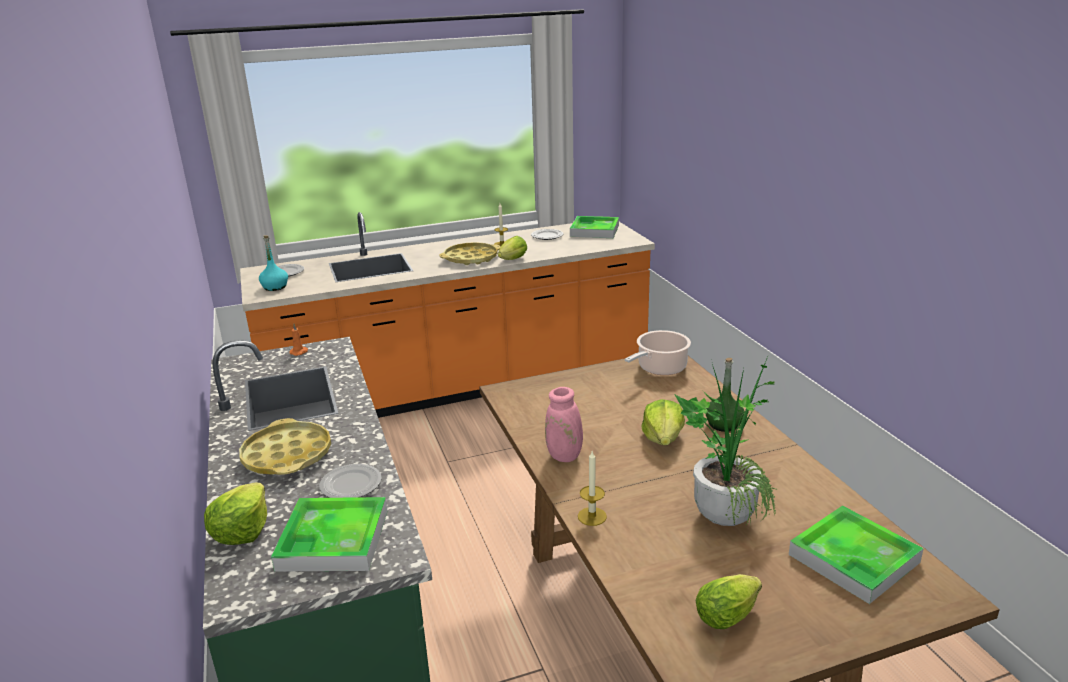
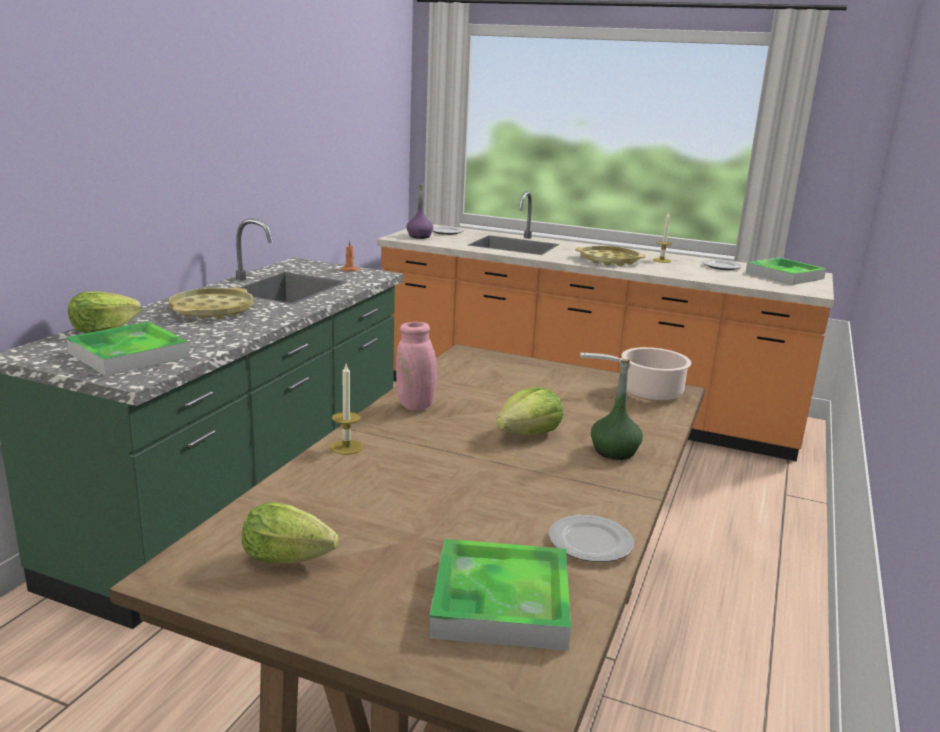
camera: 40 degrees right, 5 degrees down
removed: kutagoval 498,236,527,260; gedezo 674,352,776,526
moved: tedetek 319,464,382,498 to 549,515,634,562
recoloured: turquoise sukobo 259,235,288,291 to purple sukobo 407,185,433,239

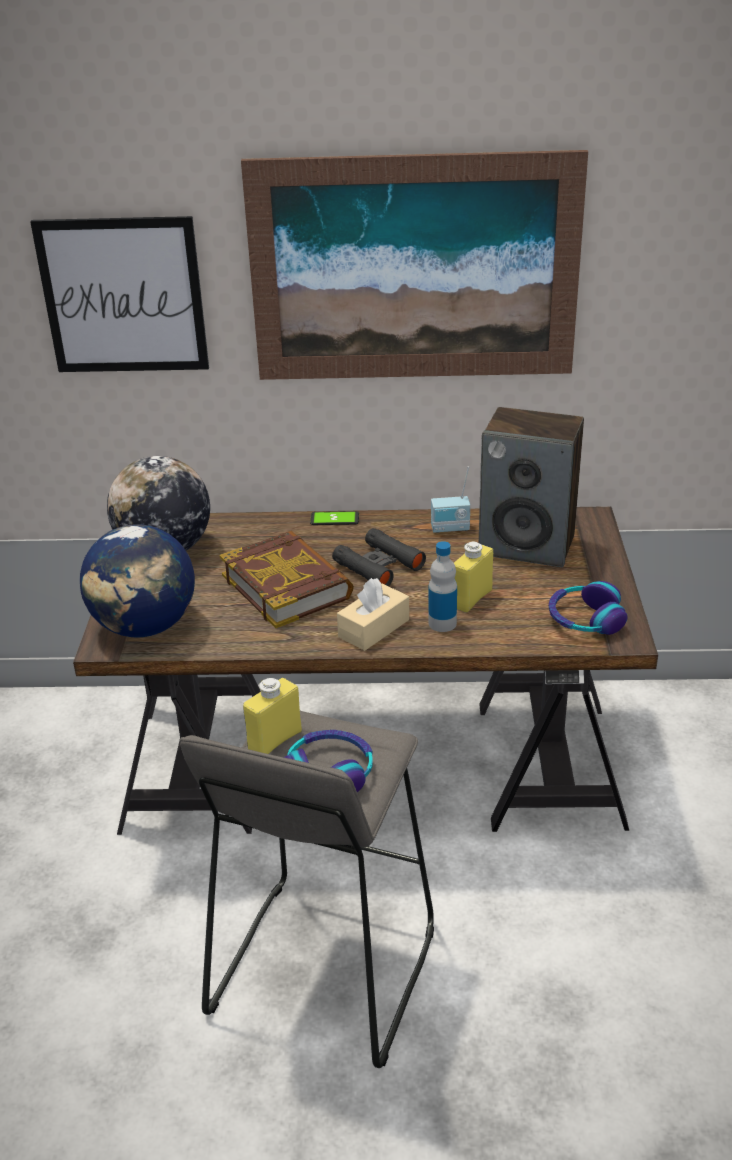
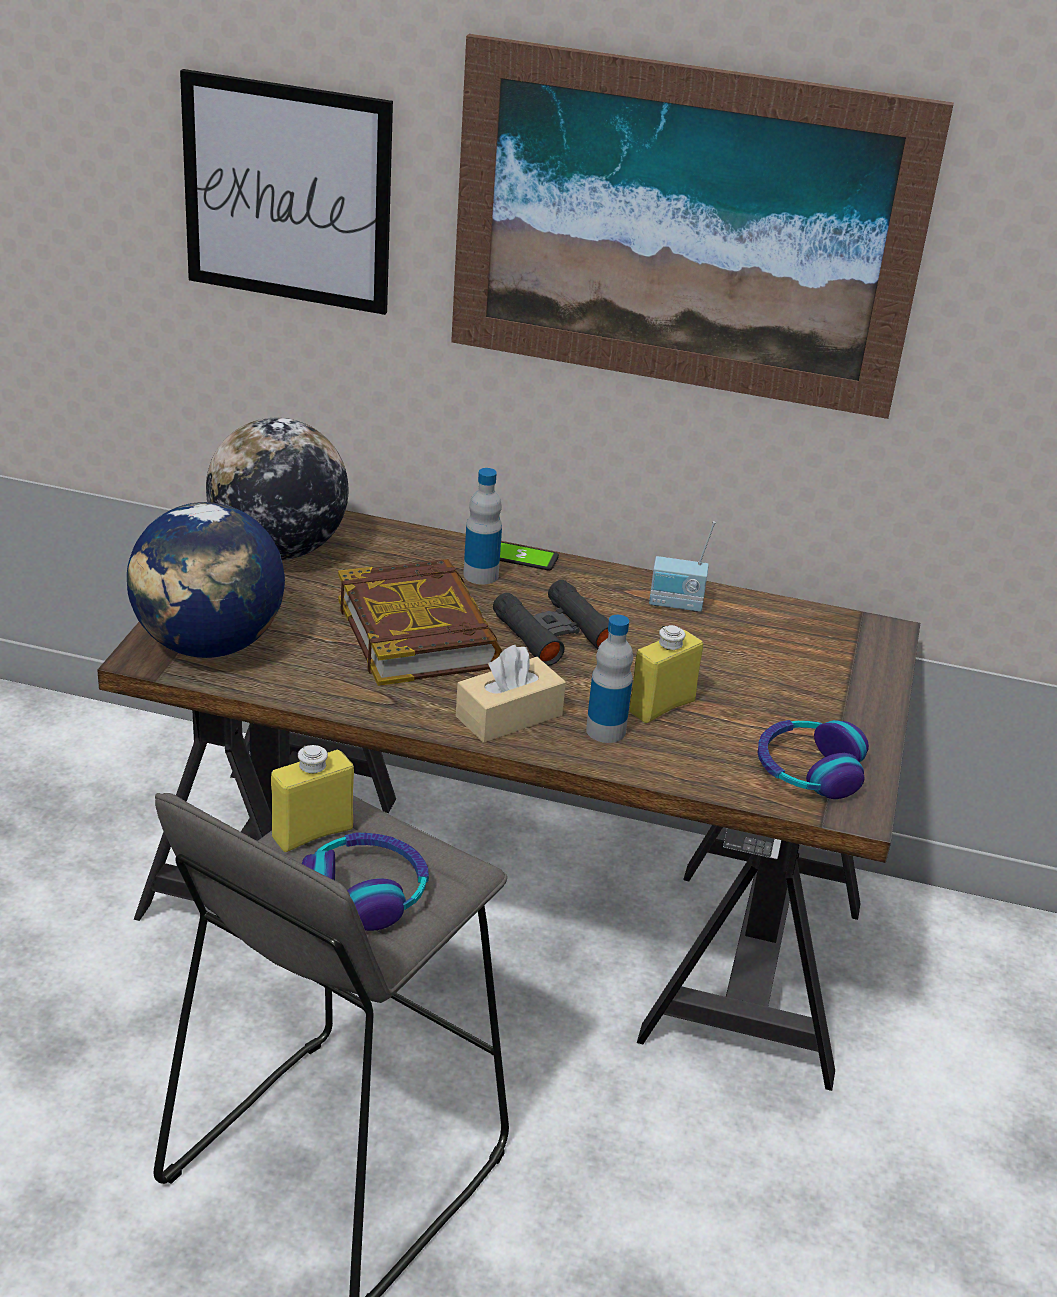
camera: 10 degrees right, 0 degrees up
removed: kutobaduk 479,407,584,567
added: sukobo 463,468,502,584

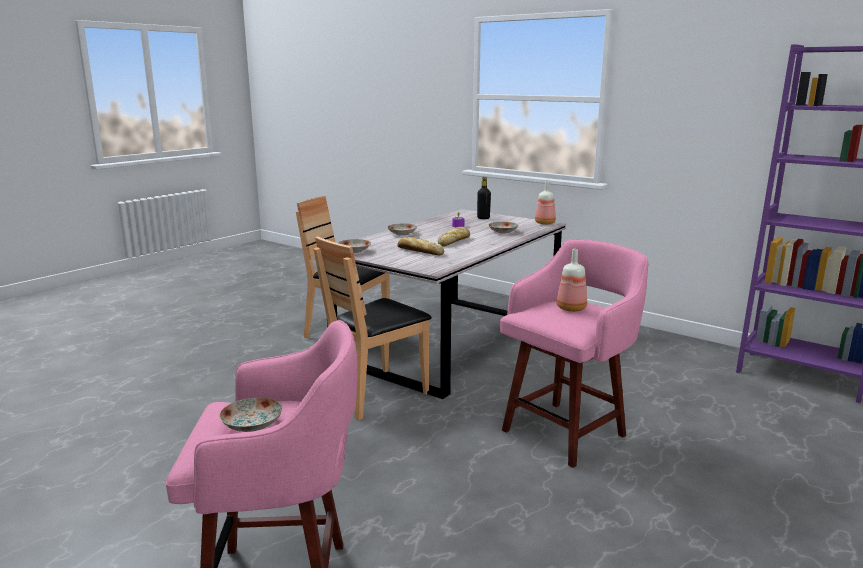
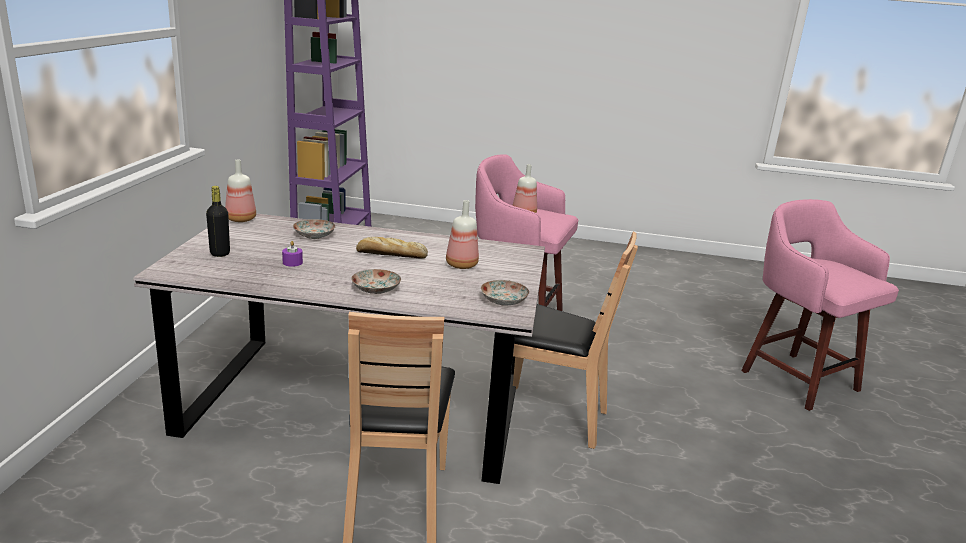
camera: 120 degrees left, 5 degrees up
removed: tedetek 219,398,283,432
replaced: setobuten 397,237,444,255 to sukobo 446,200,479,269

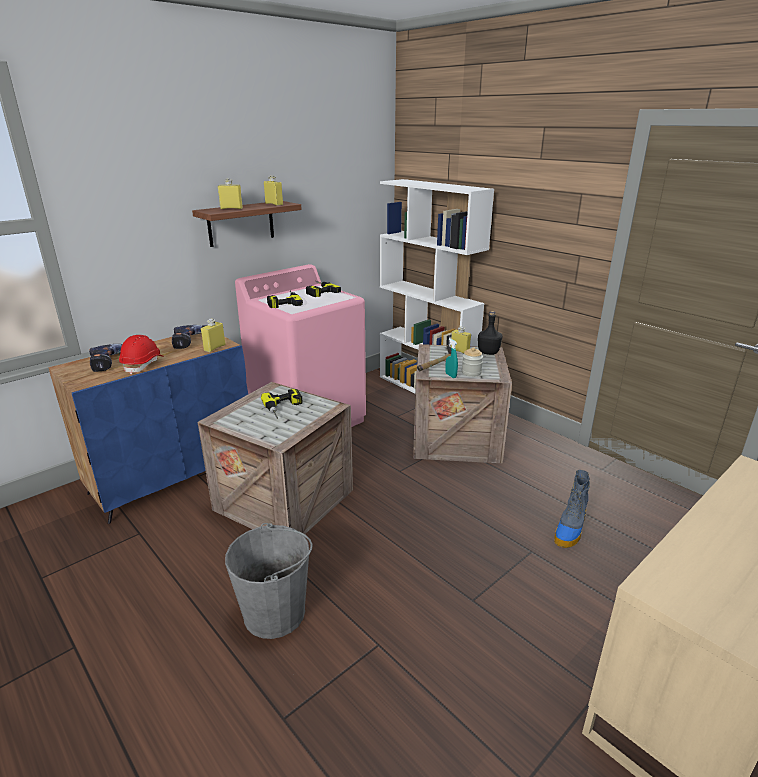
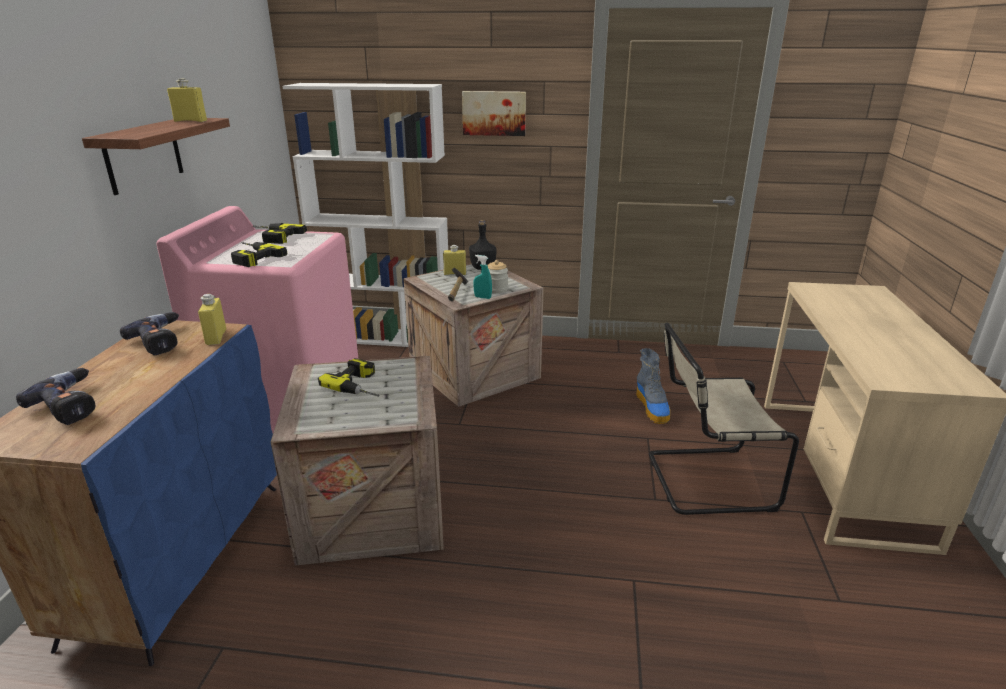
camera: 40 degrees left, 0 degrees up
removed: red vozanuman 119,335,163,374; yellow sukobo 218,178,243,209; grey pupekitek 225,523,312,639
added: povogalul 462,91,526,136; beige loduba 649,322,799,515

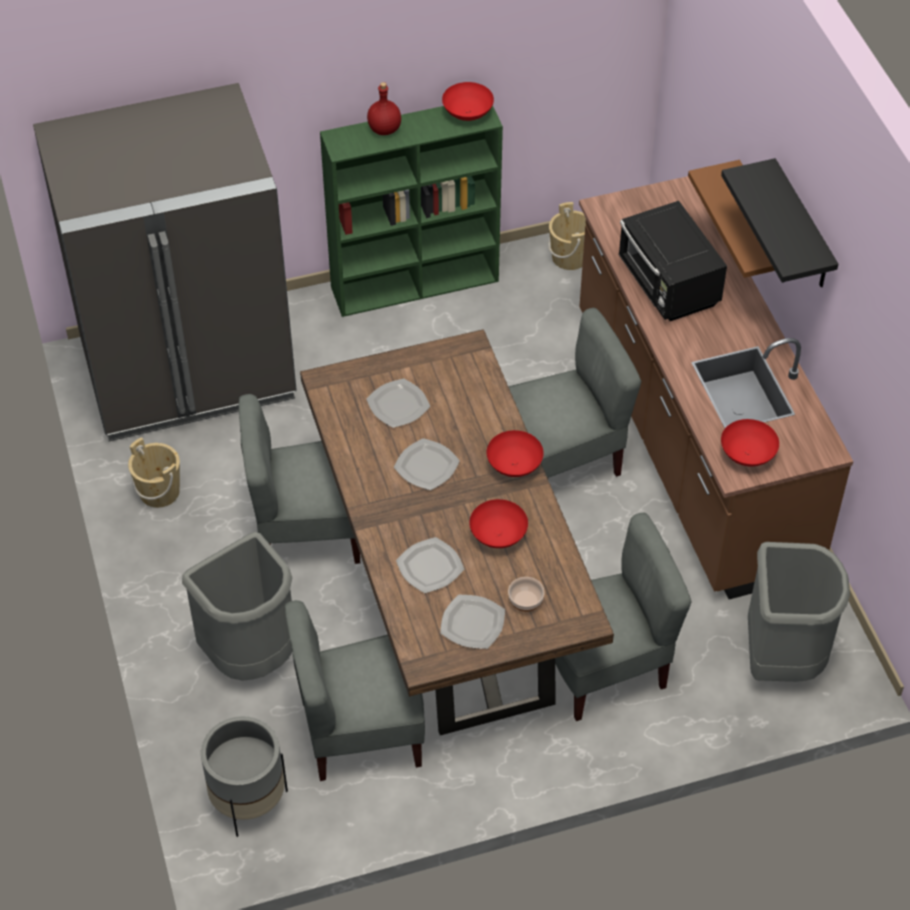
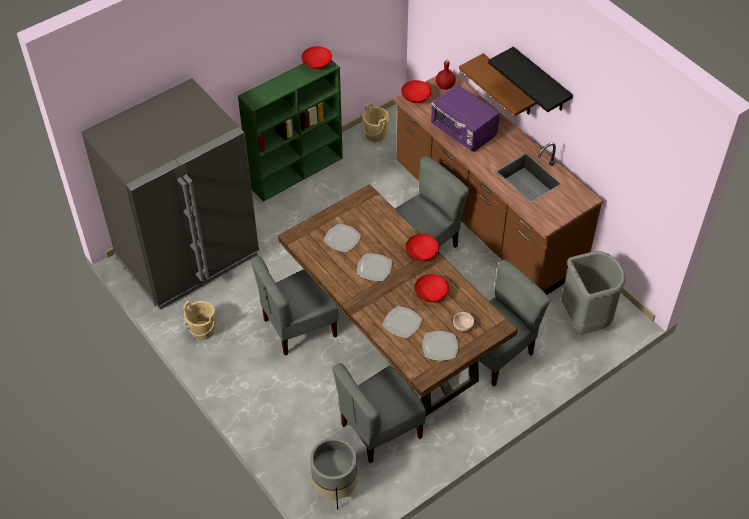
camera: 20 degrees left, 0 degrees up
removed: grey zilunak 182,532,292,681
moved: red sukobo 367,82,401,135 to 436,60,456,90; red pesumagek 721,419,779,467 to 401,80,432,103
recoloured: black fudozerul 618,201,727,321 to purple fudozerul 431,84,500,152

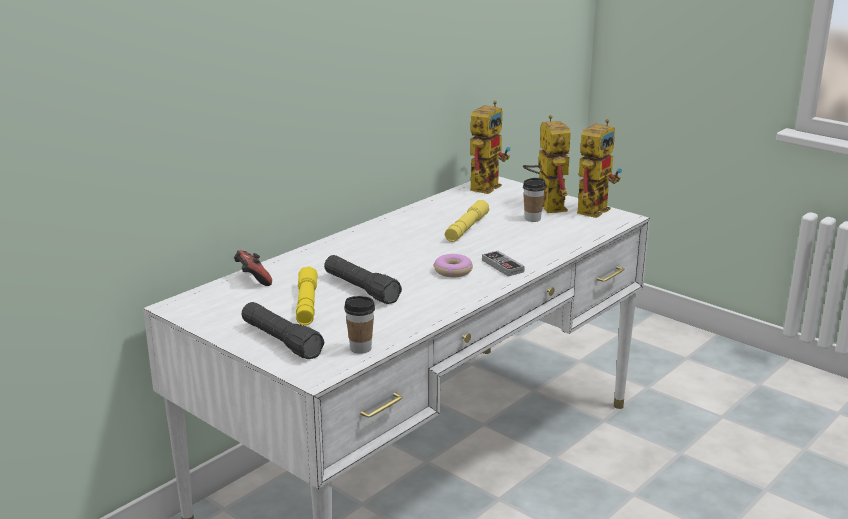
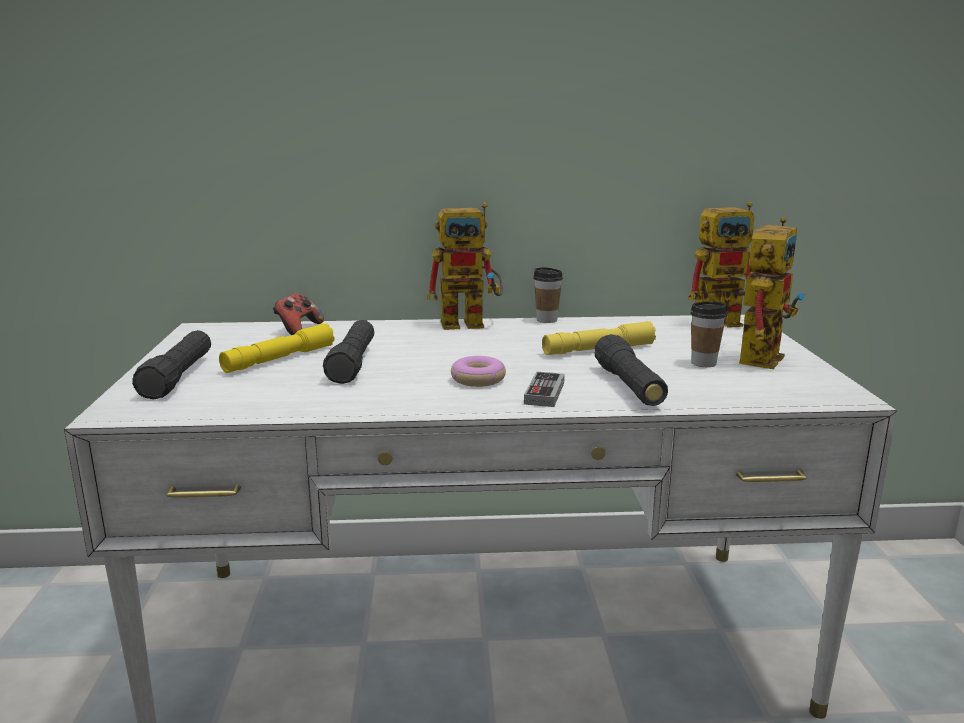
camera: 45 degrees right, 5 degrees down
added: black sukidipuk 594,334,668,406
moved: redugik 344,296,375,354 to 533,267,563,323; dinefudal 577,119,622,218 to 426,203,503,330

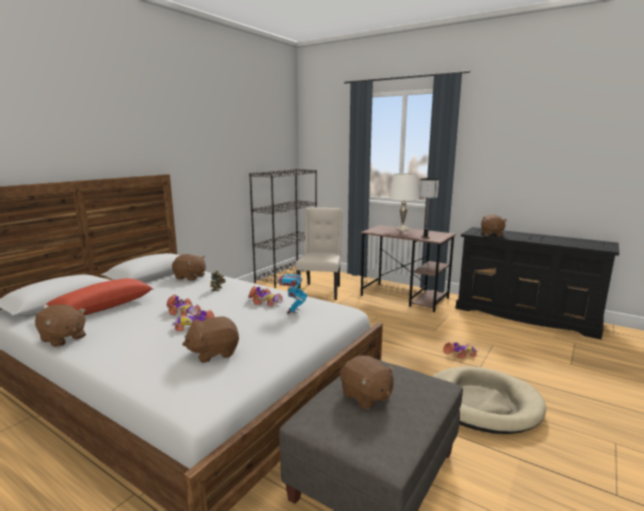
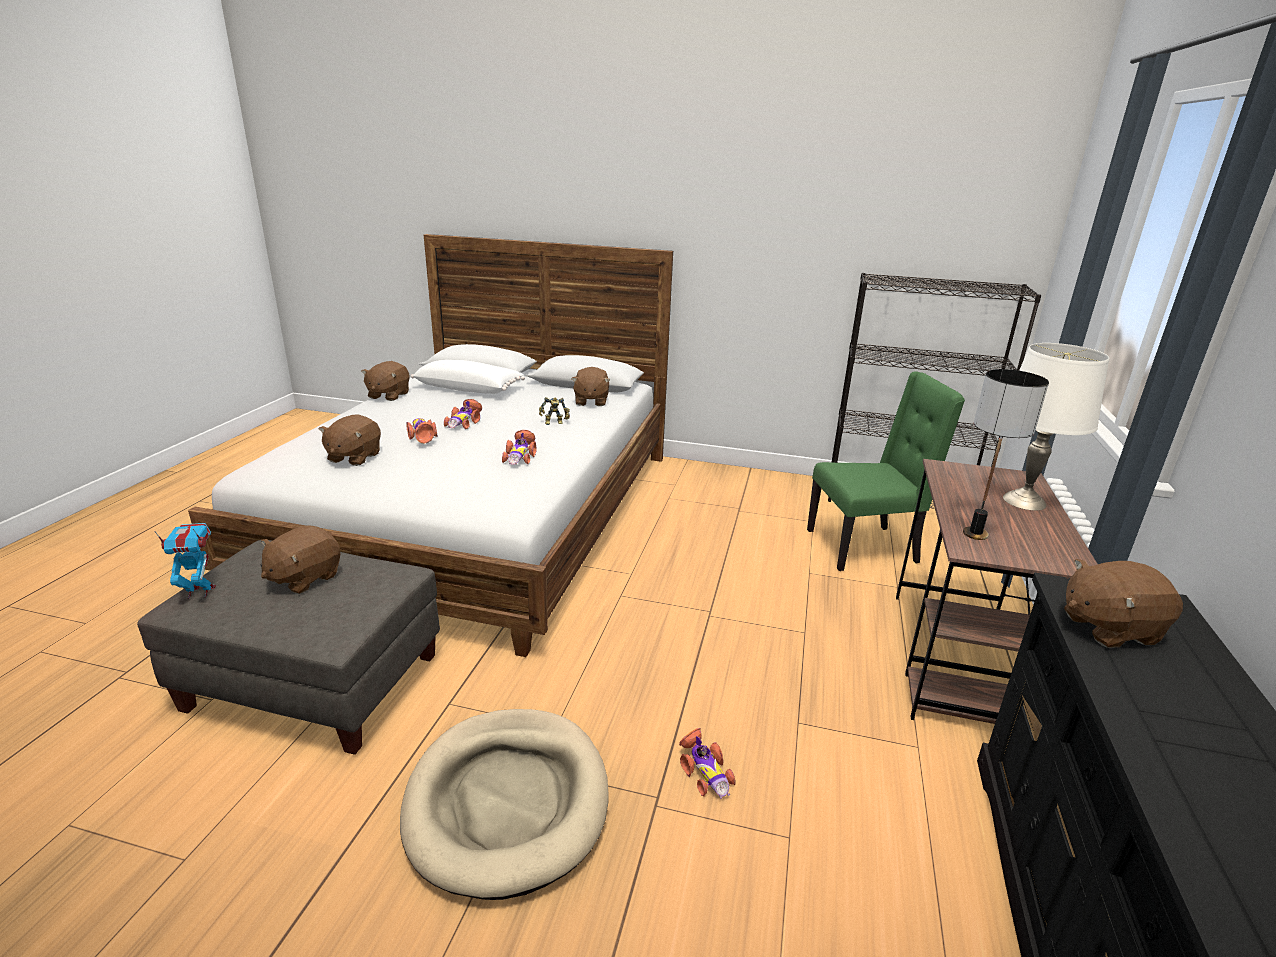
camera: 70 degrees right, 10 degrees up
moved: dinefudal 278,268,307,314 to 154,523,216,599
recoloured: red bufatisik 44,278,154,315 to white bufatisik 411,360,525,394; beige loduba 296,207,343,300 to green loduba 807,371,965,571
turned: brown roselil 182,316,239,363 = 319,414,381,466 120 degrees counterclockwise

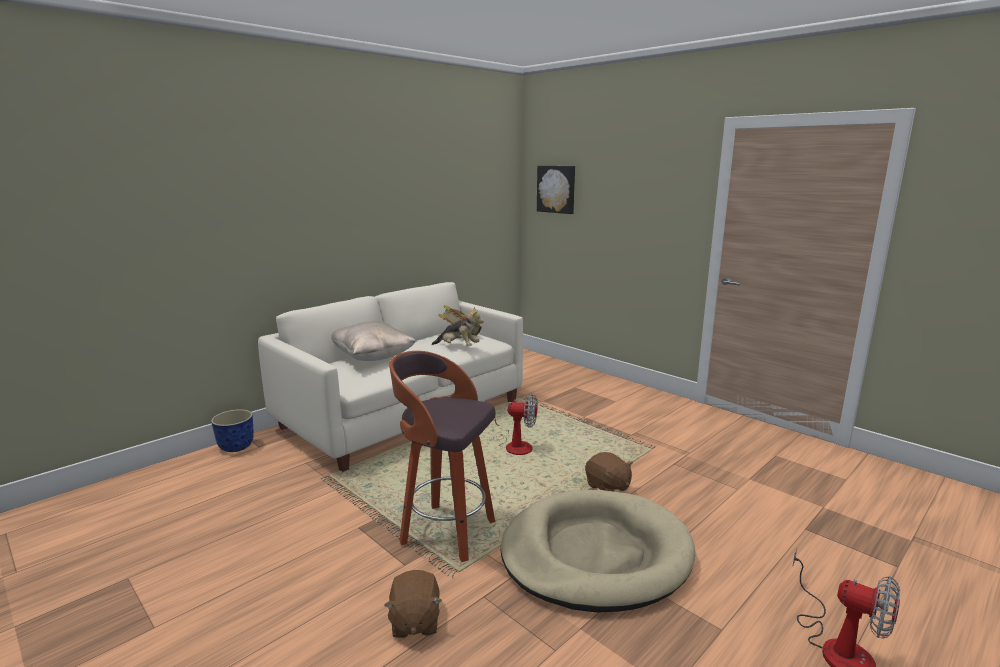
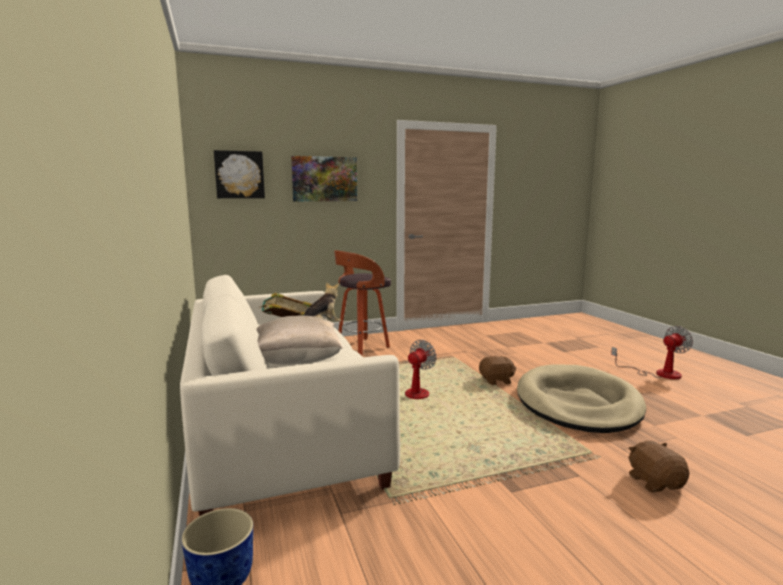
camera: 65 degrees left, 5 degrees down
added: povogalul 291,156,357,201
moved: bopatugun 389,351,495,562 to 334,250,391,355
turned: brown roselil 384,570,442,638 = 628,441,690,492 120 degrees counterclockwise

